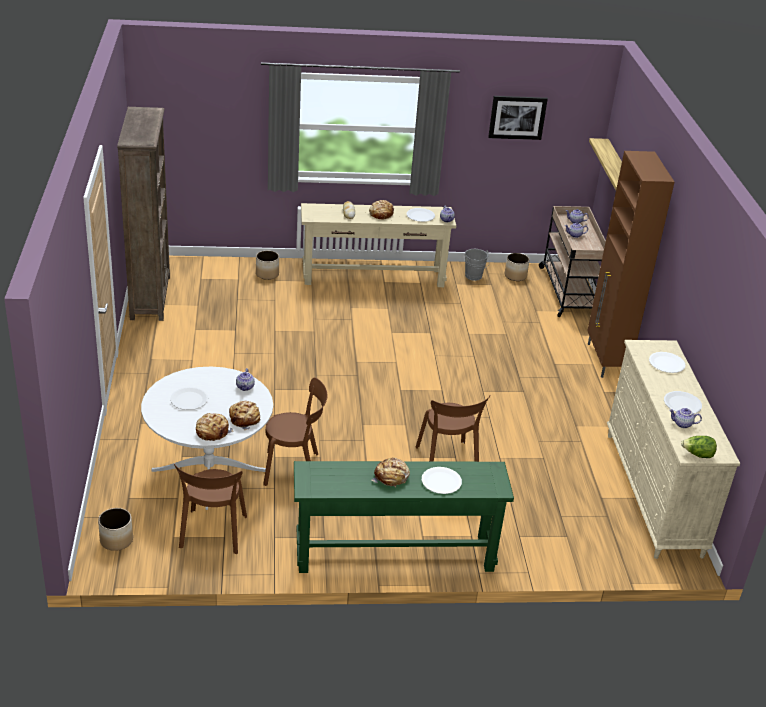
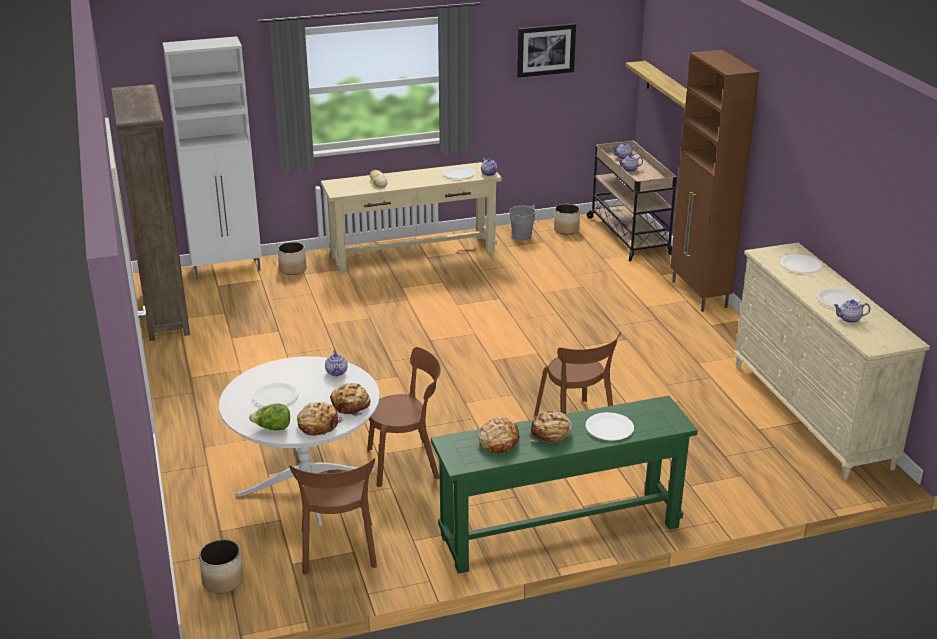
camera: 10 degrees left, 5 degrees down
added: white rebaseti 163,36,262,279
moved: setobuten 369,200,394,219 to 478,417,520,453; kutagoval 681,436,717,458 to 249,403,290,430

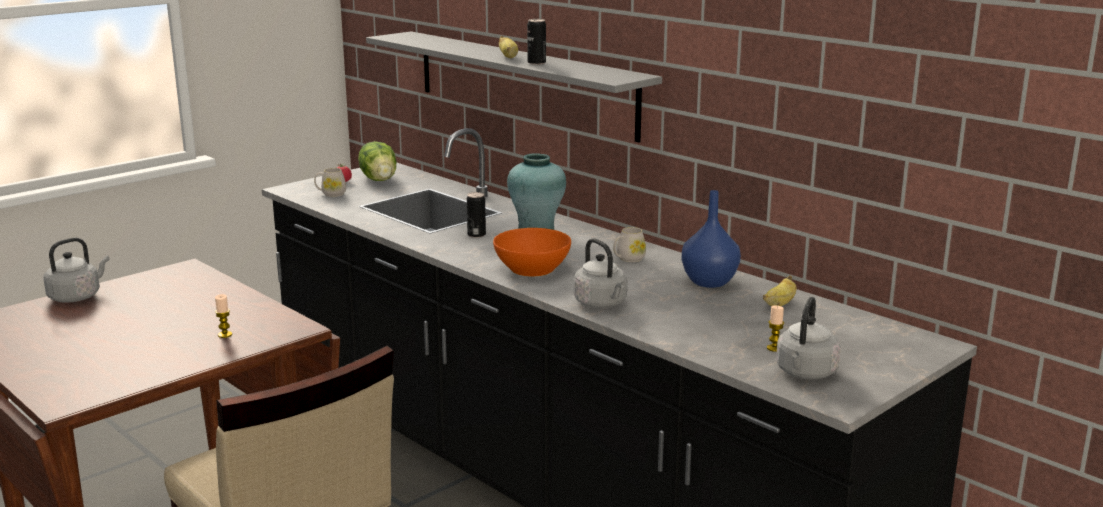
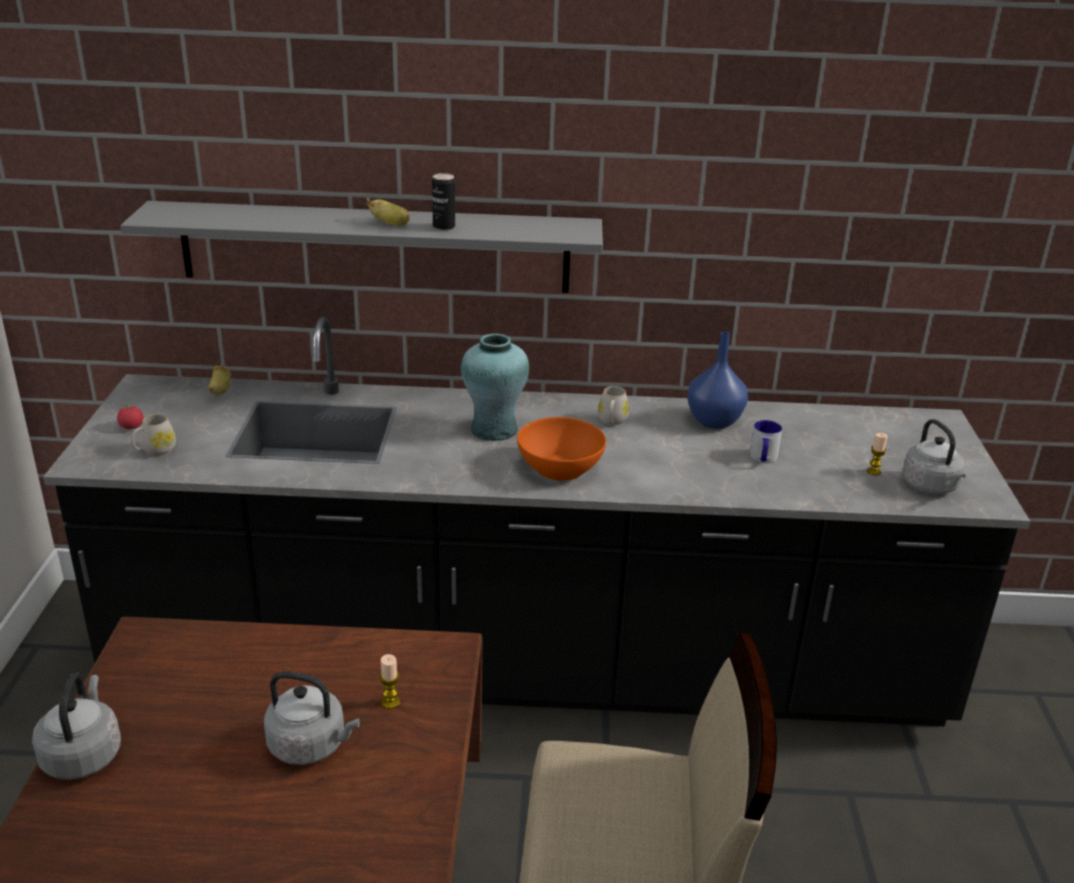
camera: 45 degrees left, 10 degrees up
removed: kutagoval 358,141,396,181; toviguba 467,192,486,238
added: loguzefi 750,420,782,463
moved: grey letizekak 573,238,627,308 to 264,671,360,765; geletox 763,275,797,306 to 209,361,231,396

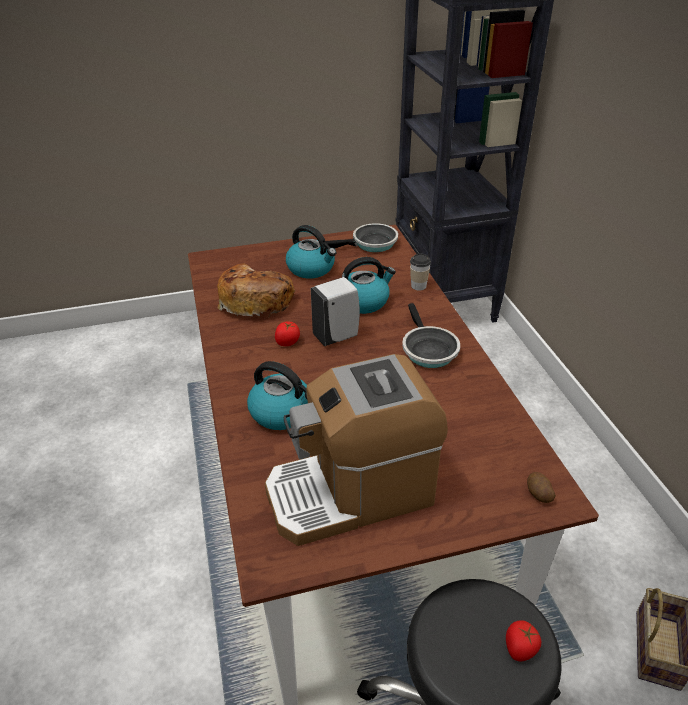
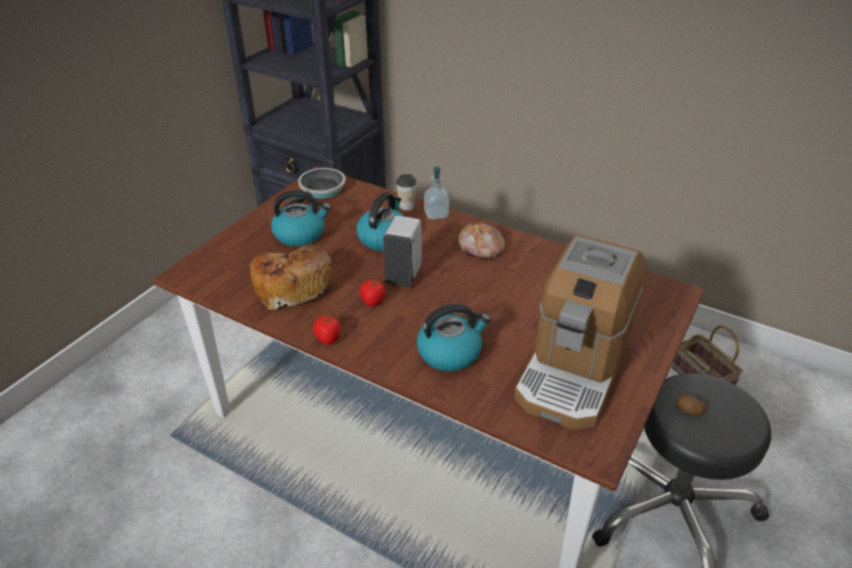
camera: 45 degrees left, 0 degrees up
added: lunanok 424,167,449,220
moved: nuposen 506,620,541,661 to 313,315,341,345; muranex 527,472,556,503 to 676,395,706,416
replaced: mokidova 402,303,460,368 to setobuten 458,222,505,259

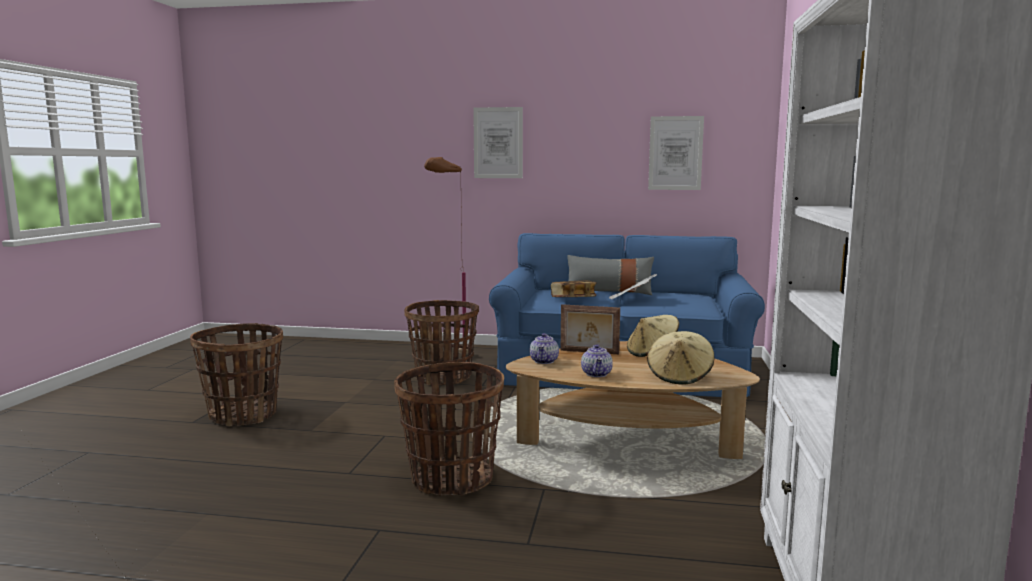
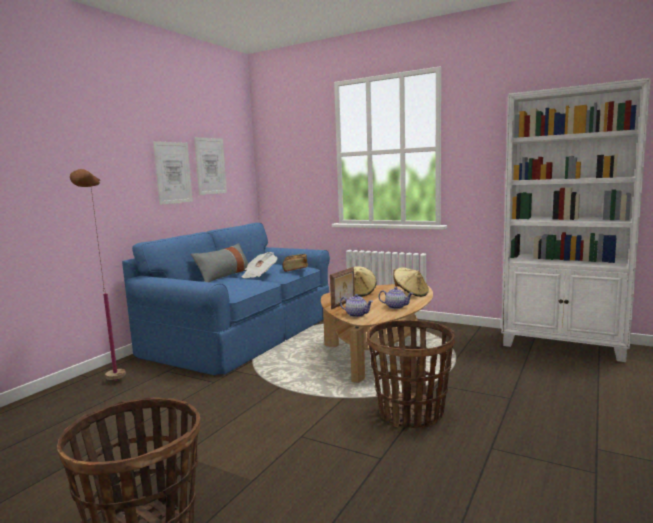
camera: 70 degrees left, 0 degrees up
removed: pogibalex 404,300,479,385
moved: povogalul 473,107,523,178 to 153,141,193,205; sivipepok 551,280,596,297 to 283,254,308,272

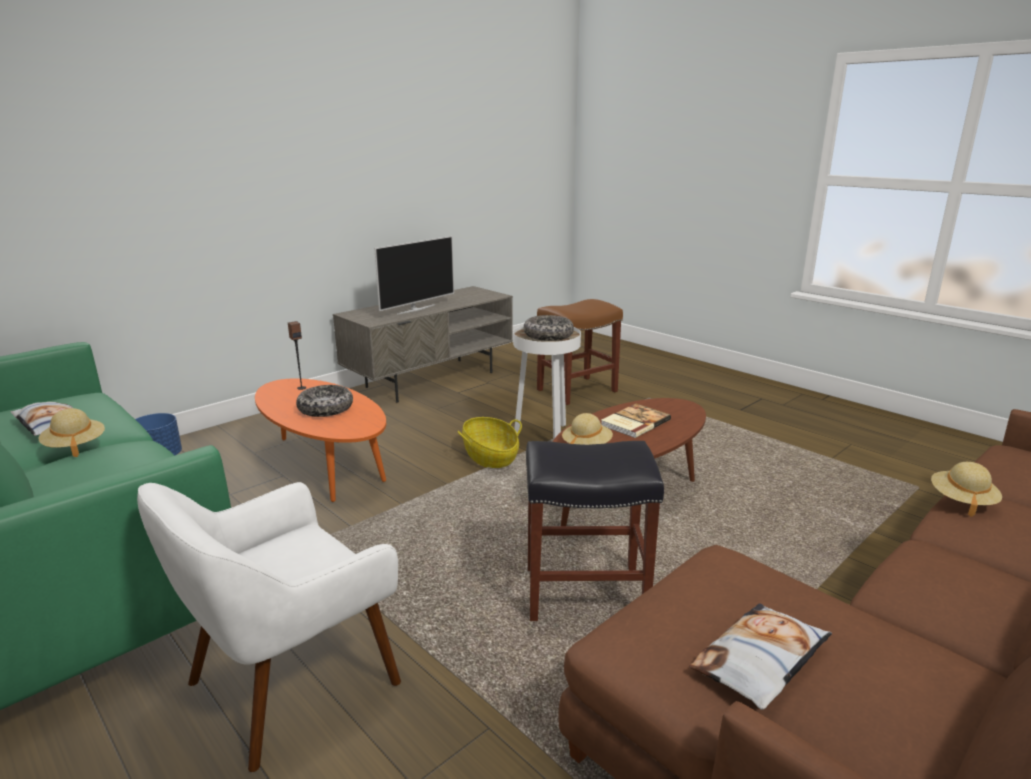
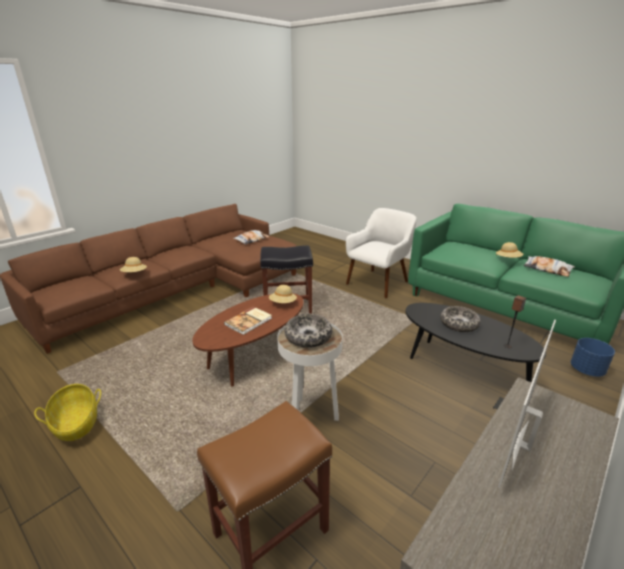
camera: 175 degrees right, 5 degrees up
moved: pogibalex 458,417,522,468 to 34,384,101,441
recoloured: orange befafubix 255,378,386,502 to black befafubix 405,303,546,382

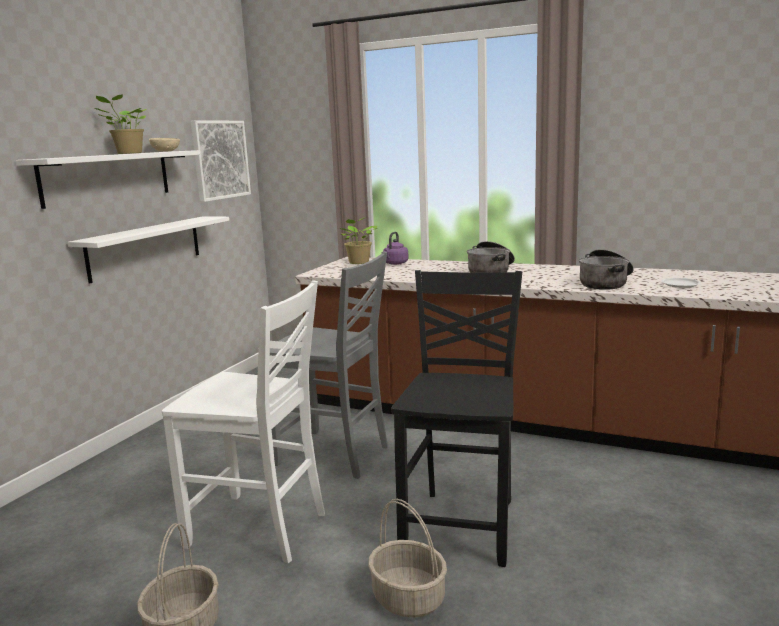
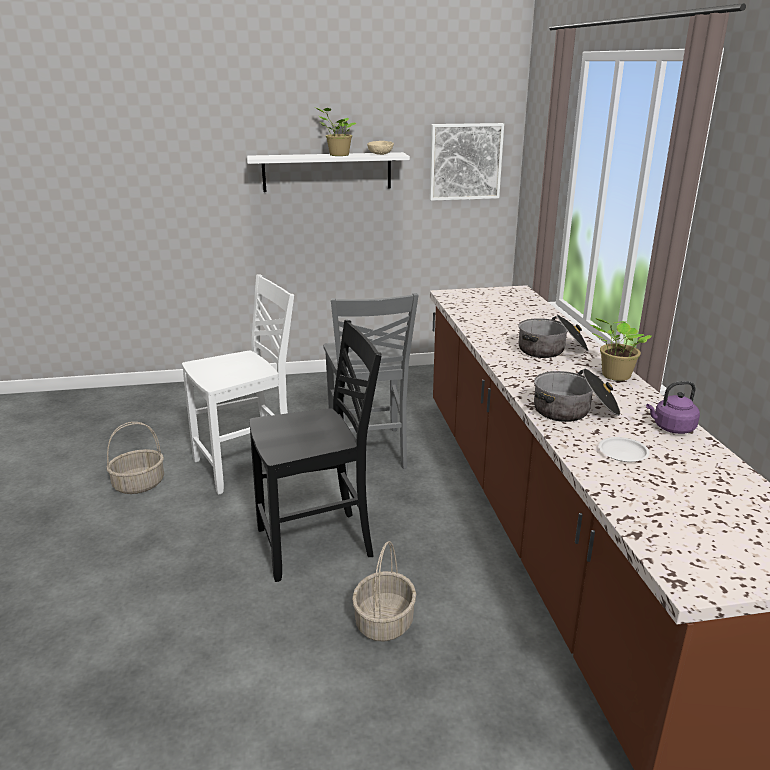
camera: 55 degrees right, 10 degrees up
removed: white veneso 67,216,229,284
moved: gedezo 340,217,377,264 to 591,318,652,381; pogibalex 368,499,447,618 to 352,541,416,641; purple letizekak 383,232,409,265 to 646,381,700,434
turned: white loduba 162,280,325,563 = 182,275,294,495 105 degrees counterclockwise

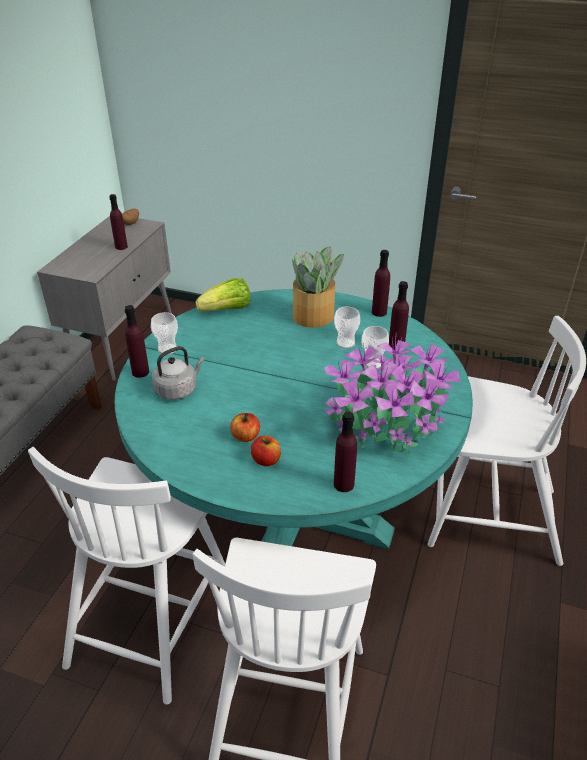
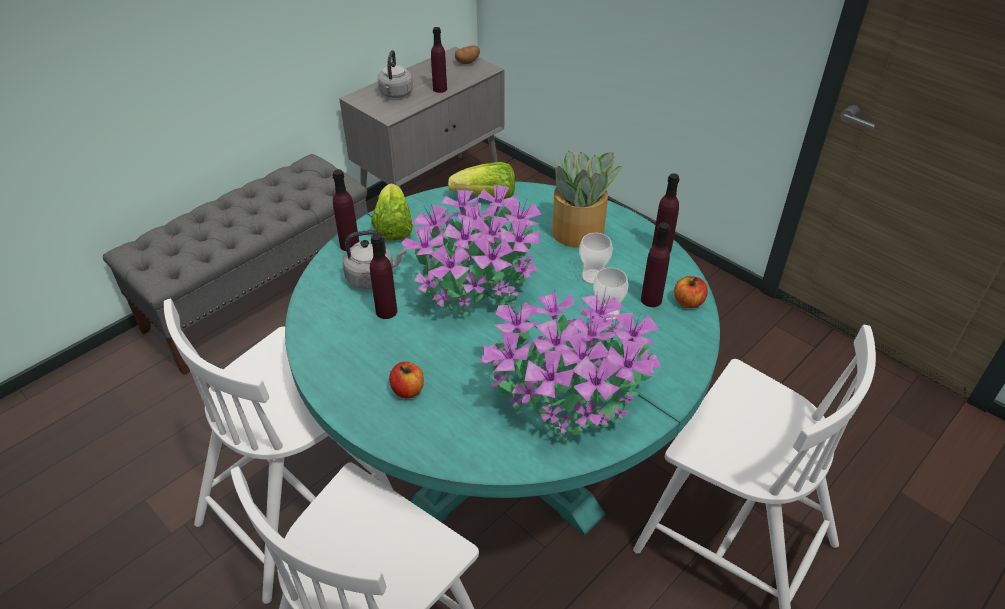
camera: 25 degrees right, 5 degrees up
added: grey letizekak 378,50,413,98; gedezo 401,180,541,316
moved: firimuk 230,413,260,442 to 674,276,708,308; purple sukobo 334,412,357,492 to 370,234,397,319
replaced: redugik 151,312,178,355 to kutagoval 371,184,413,241

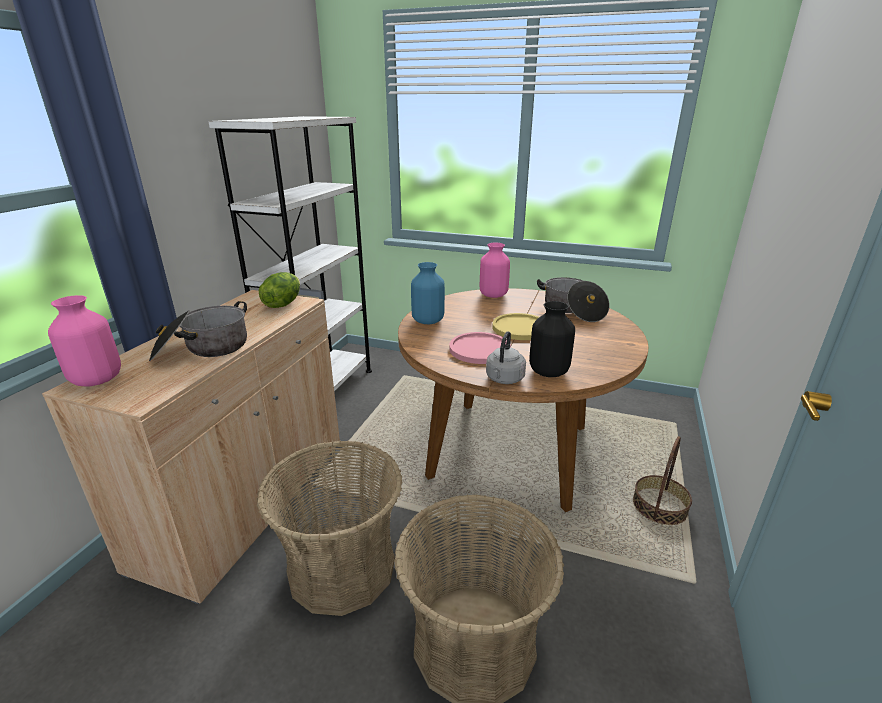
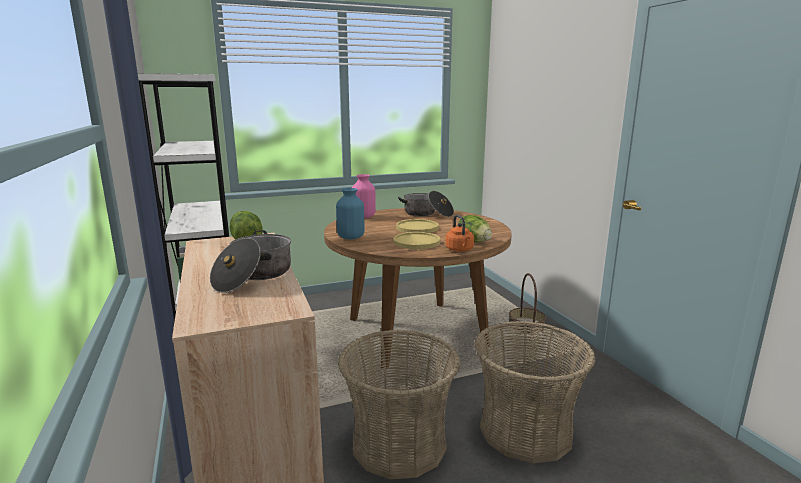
camera: 40 degrees left, 10 degrees down
removed: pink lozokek 48,295,121,386
replaced: black lozokek 529,301,575,377 to kutagoval 458,215,492,242
recoloured: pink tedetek 449,332,511,364 to yellow tedetek 393,232,440,249; grey letizekak 486,331,526,384 to orange letizekak 445,215,474,252

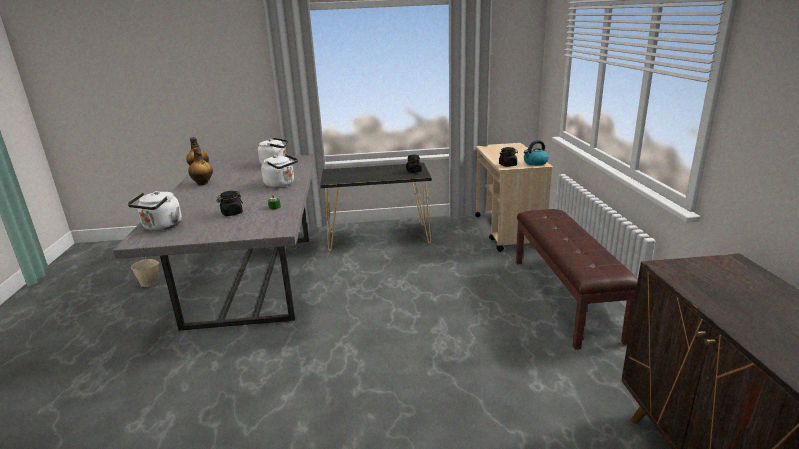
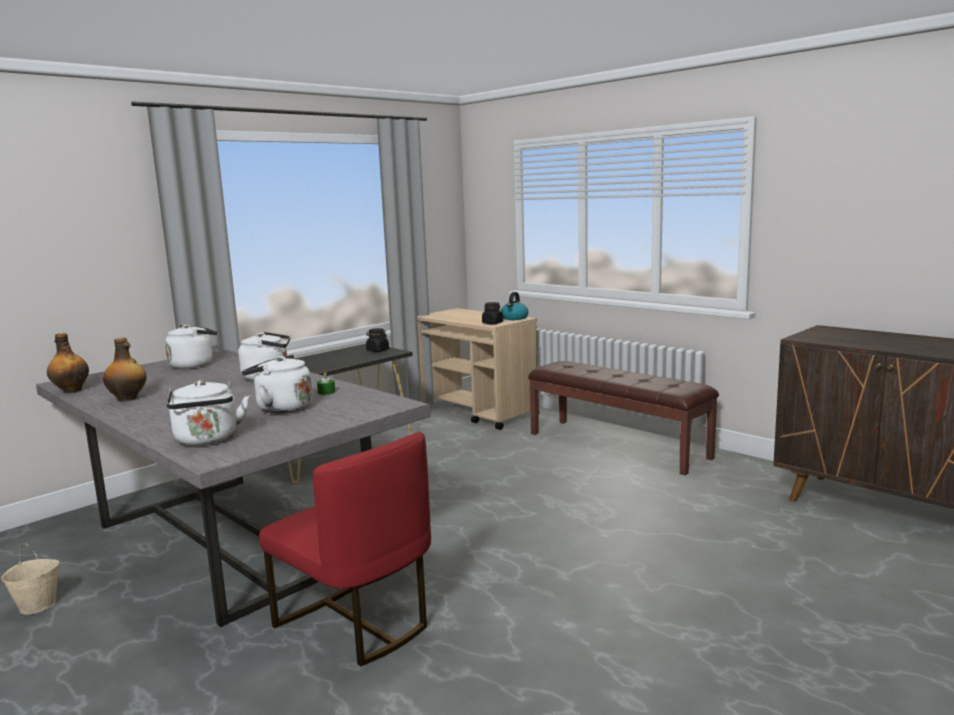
camera: 40 degrees left, 10 degrees down
added: red loduba 259,432,431,666
replaced: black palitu 217,191,243,216 to white letizekak 241,354,312,413

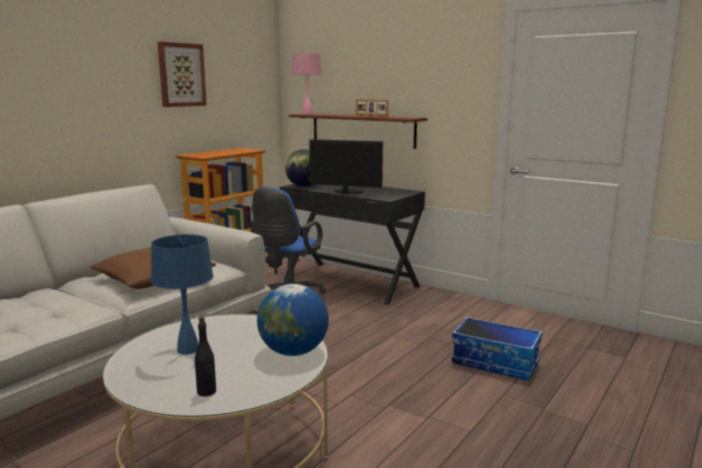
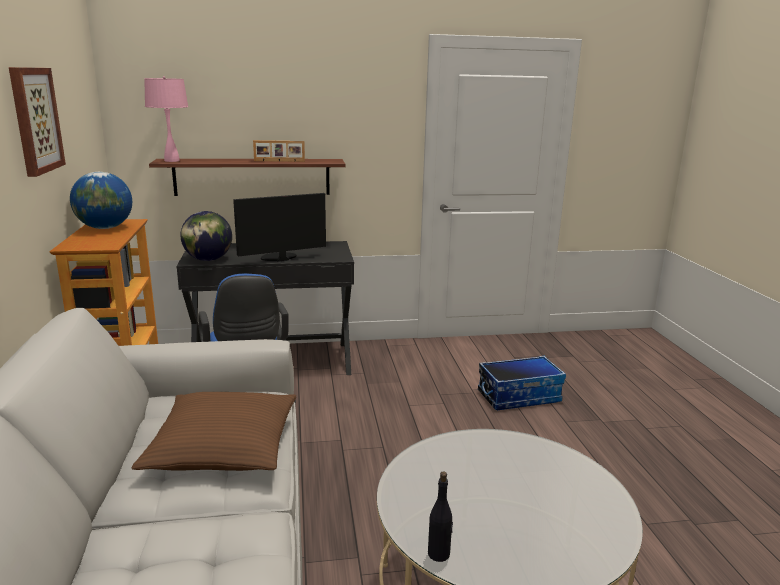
camera: 45 degrees left, 5 degrees up
removed: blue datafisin 151,234,213,355
moved: black sukobo 195,316,216,397 to 428,471,453,562; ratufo 257,284,329,356 to 70,172,132,229

